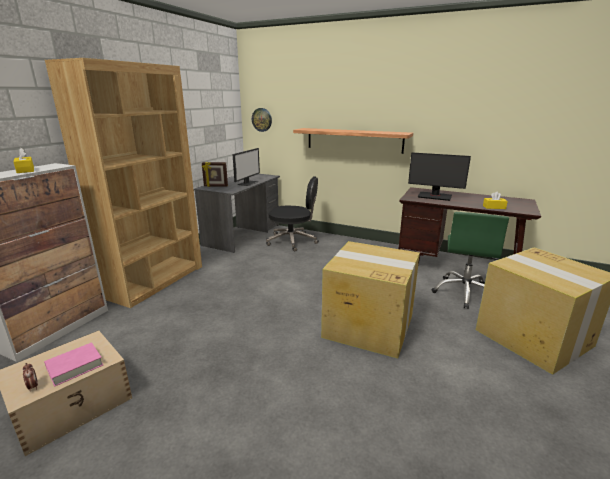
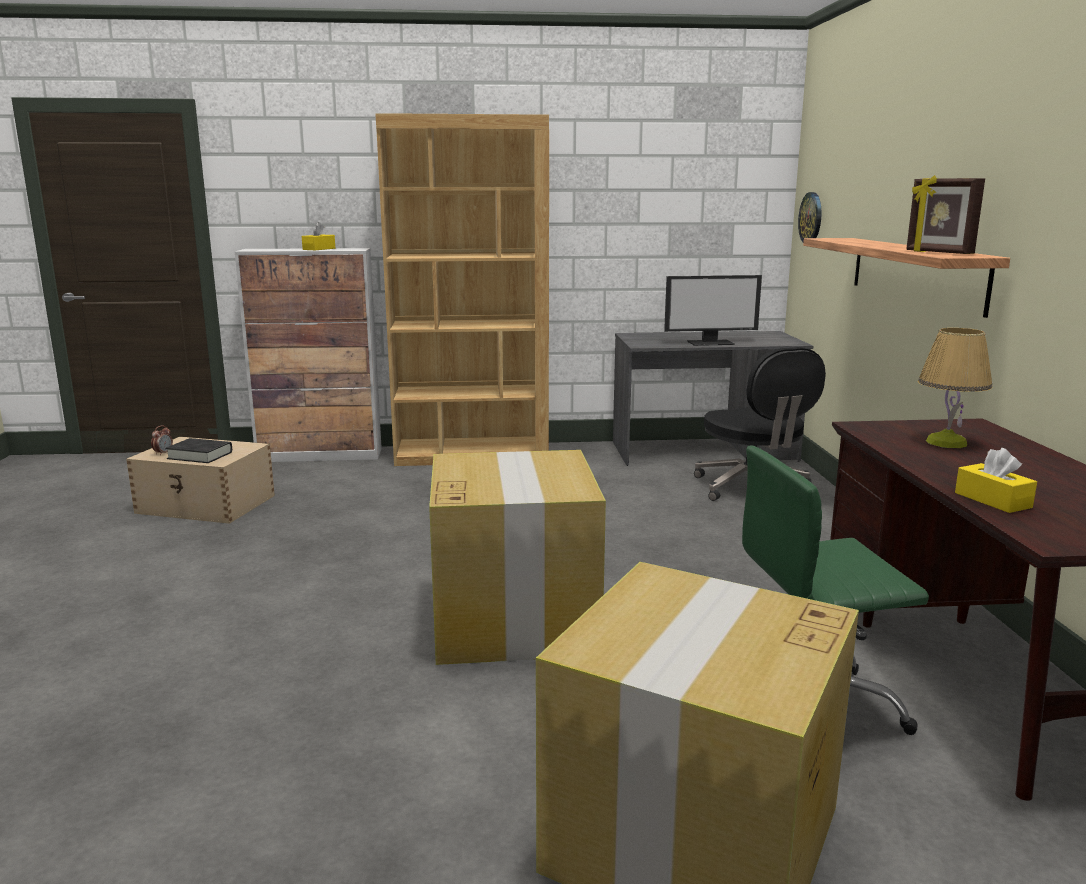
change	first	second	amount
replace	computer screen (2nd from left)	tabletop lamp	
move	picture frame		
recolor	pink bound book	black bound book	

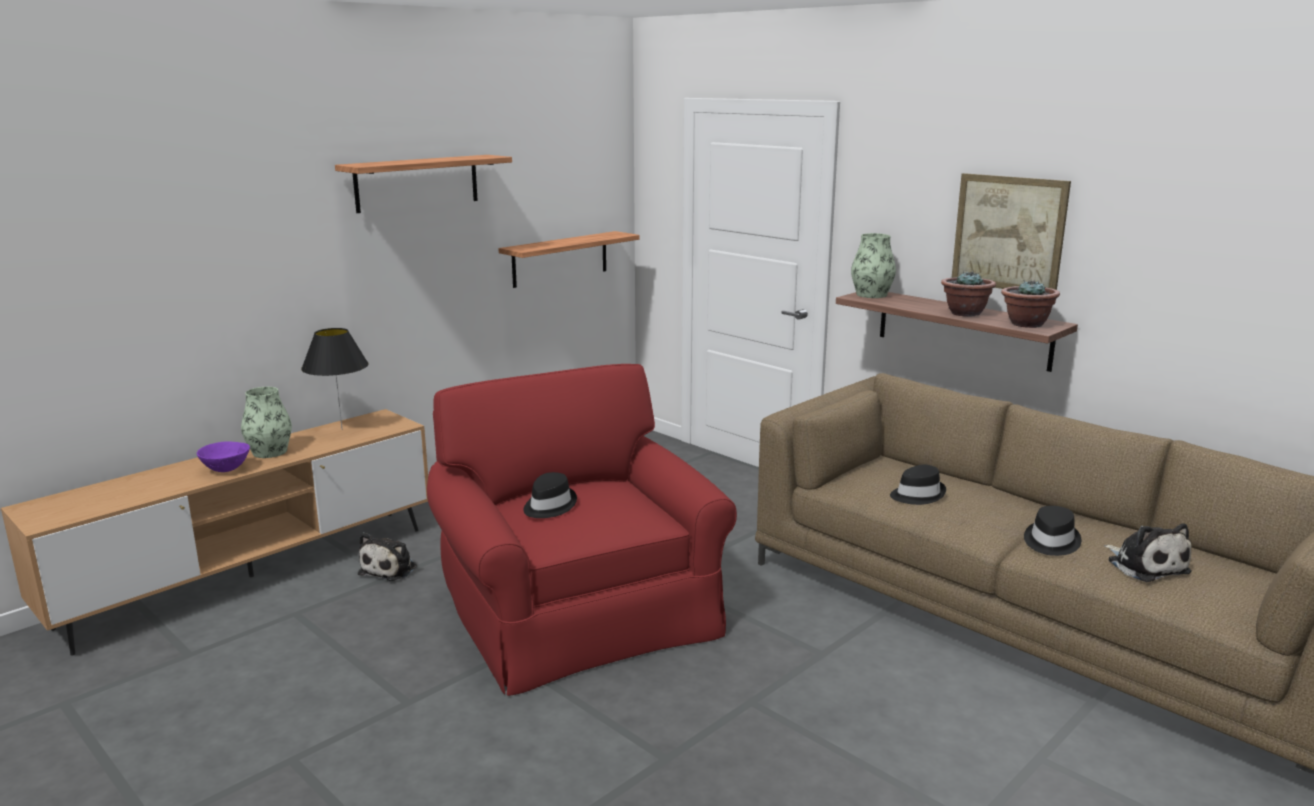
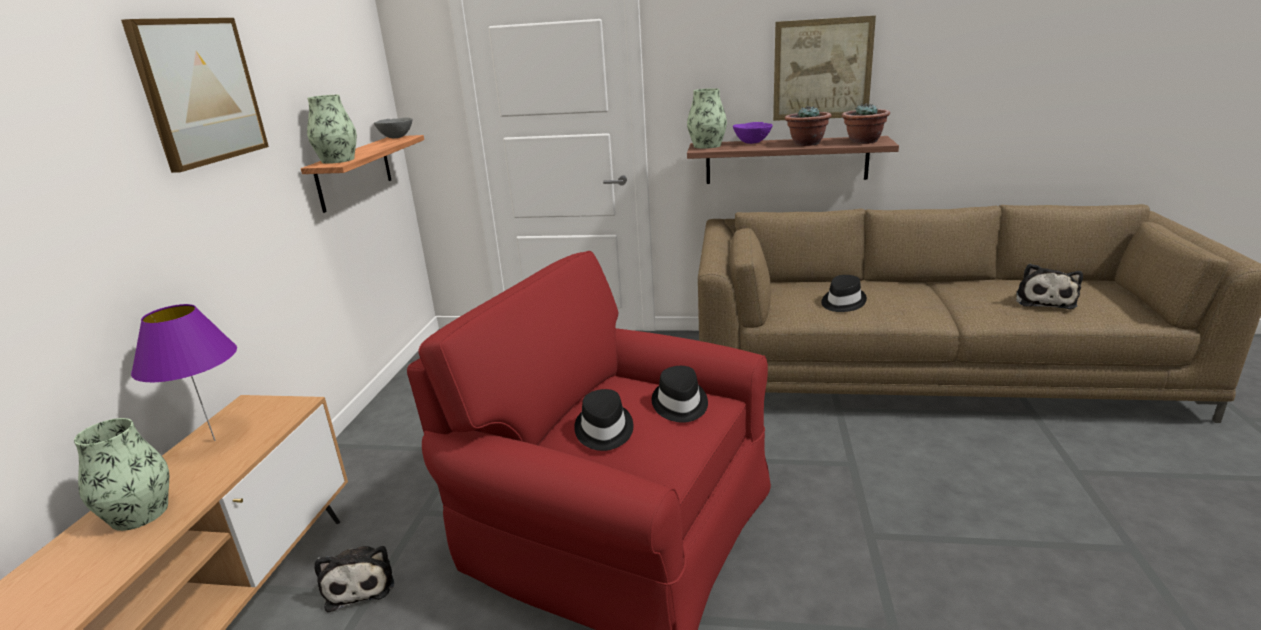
change	first	second	amount
replace	wall shelf (1st from left)	wall picture (1st from left)	
recolor	black tabletop lamp	purple tabletop lamp	
move	purple deep dish		
move	black clothing hat (3rd from left in the first image)	black clothing hat (2nd from left)	
rotate	soft toy (2nd from left)		75 degrees clockwise
insert		vase (2nd from left)	
insert		greyish deep dish	

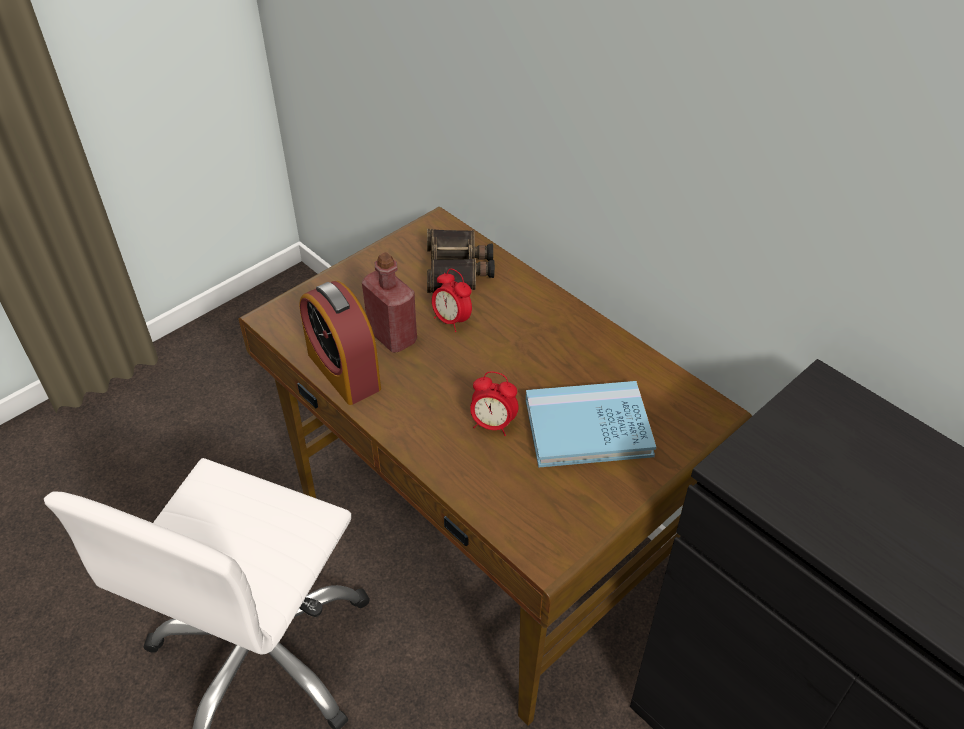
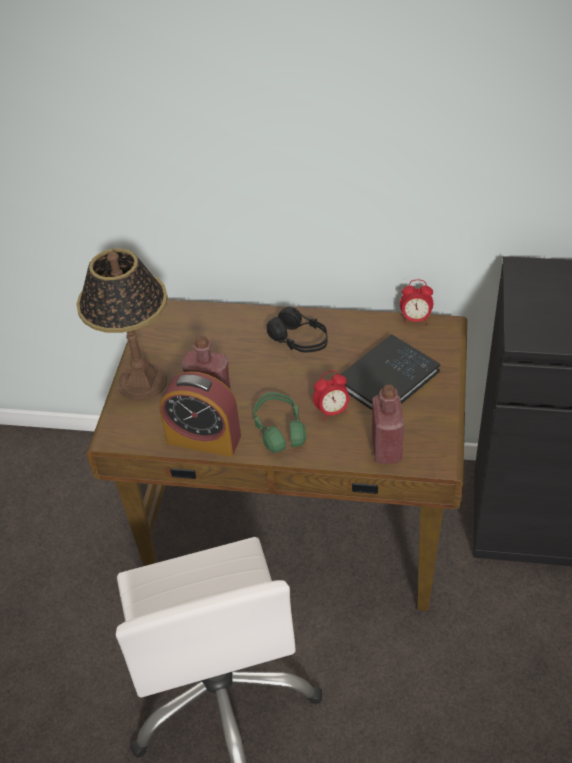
change	first	second	amount
delete	binoculars		
move	bedside clock (2nd from left in the first image)	bedside clock (3rd from left)	
recolor	blue bound book	black bound book	
insert		tabletop lamp	
insert		black headset	
insert		red-coloured bottle (2nd from left)	
insert		green-coloured headset	

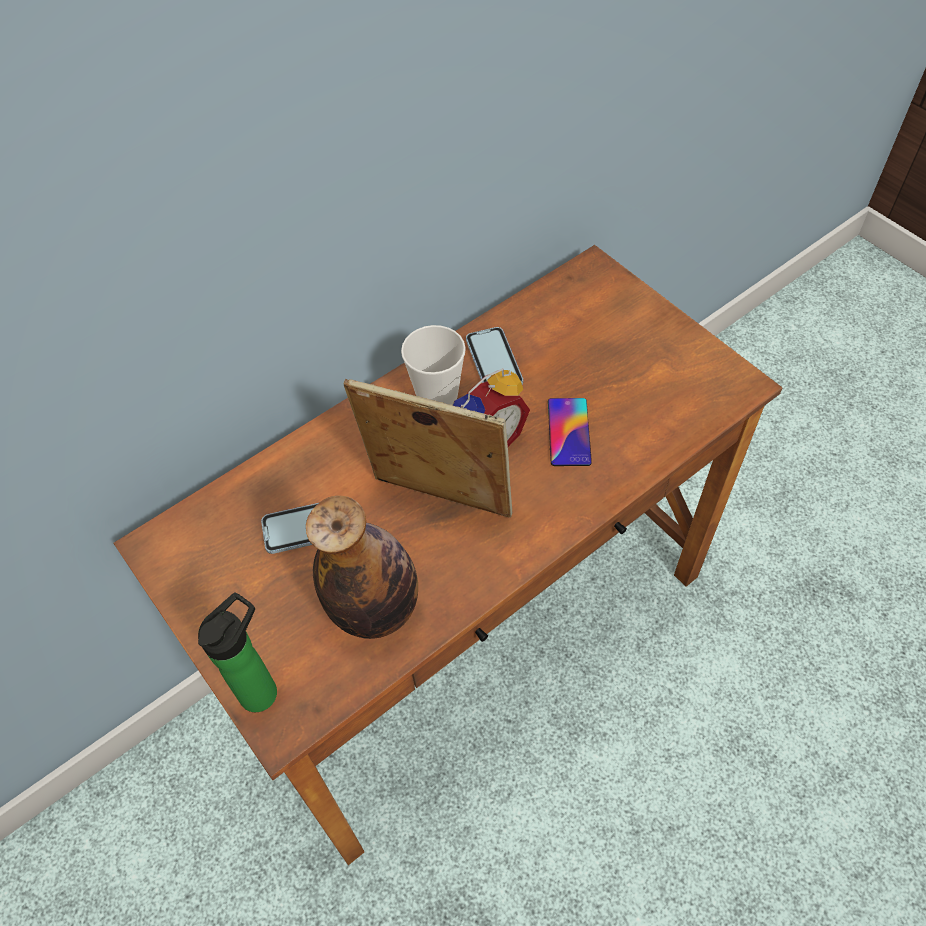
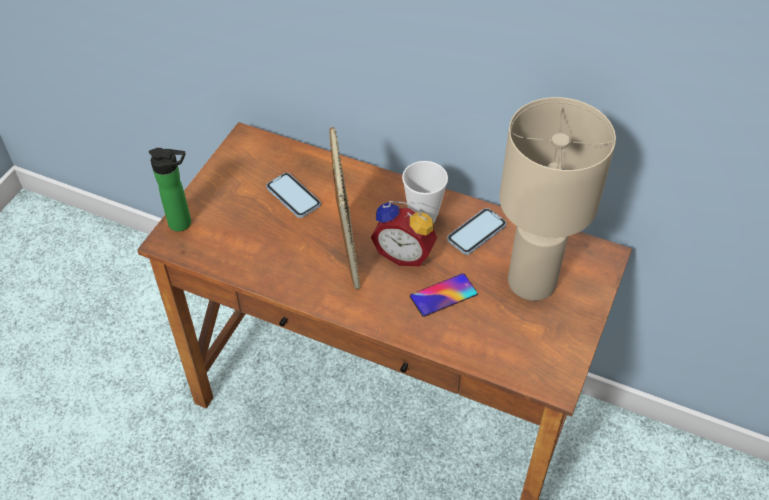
change	first	second	amount
delete	bottle (2nd from left)		
insert		sand-coloured tabletop lamp	

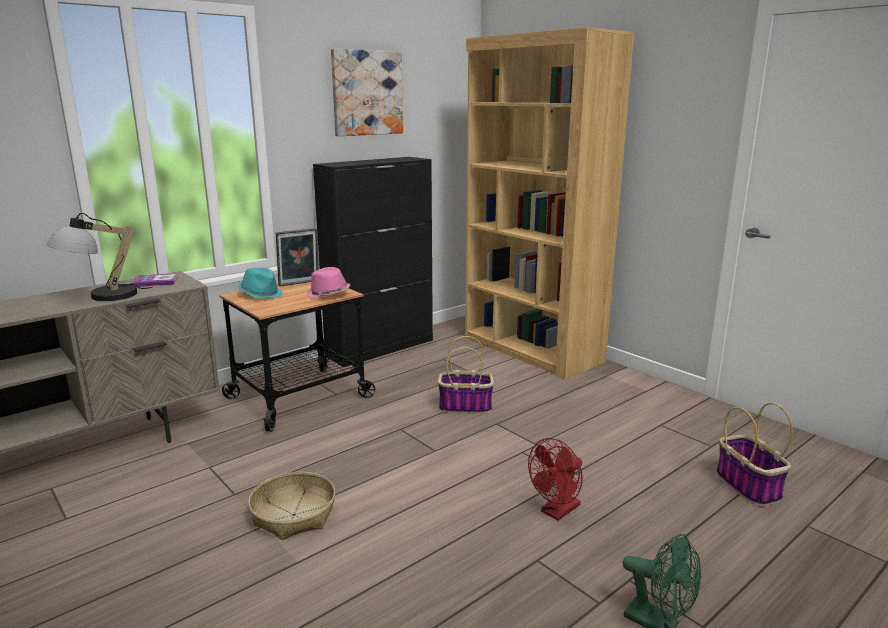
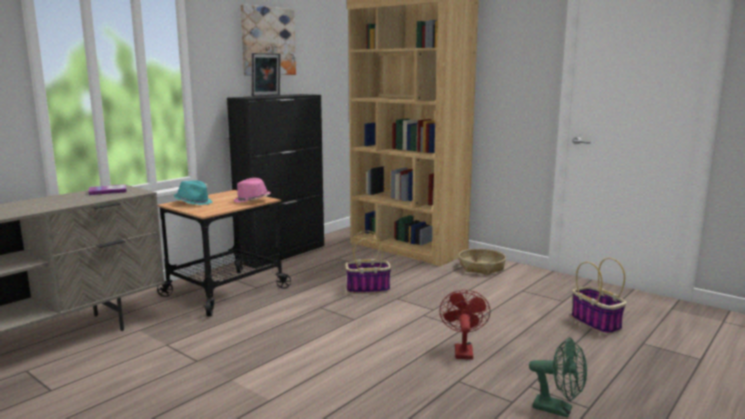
change	first	second	amount
delete	tabletop lamp		
move	picture frame		
rotate	red-coloured fan		150 degrees clockwise
move	basket (1st from left in the first image)	basket (2nd from left)	

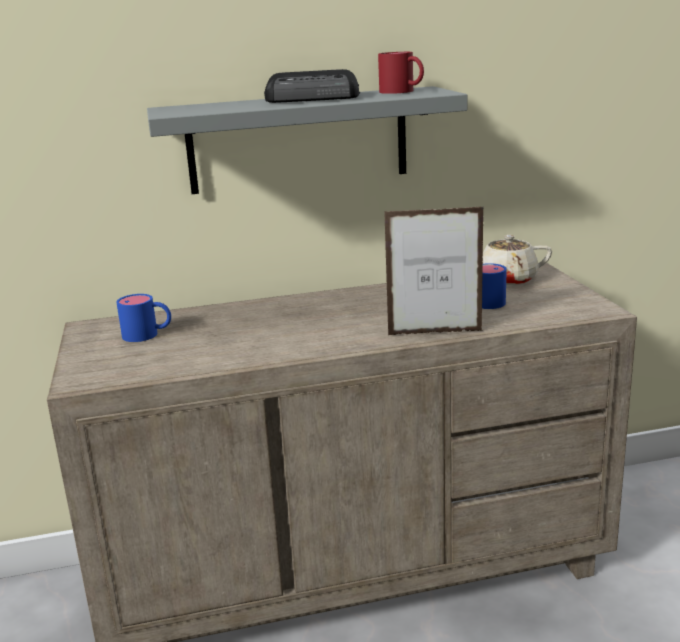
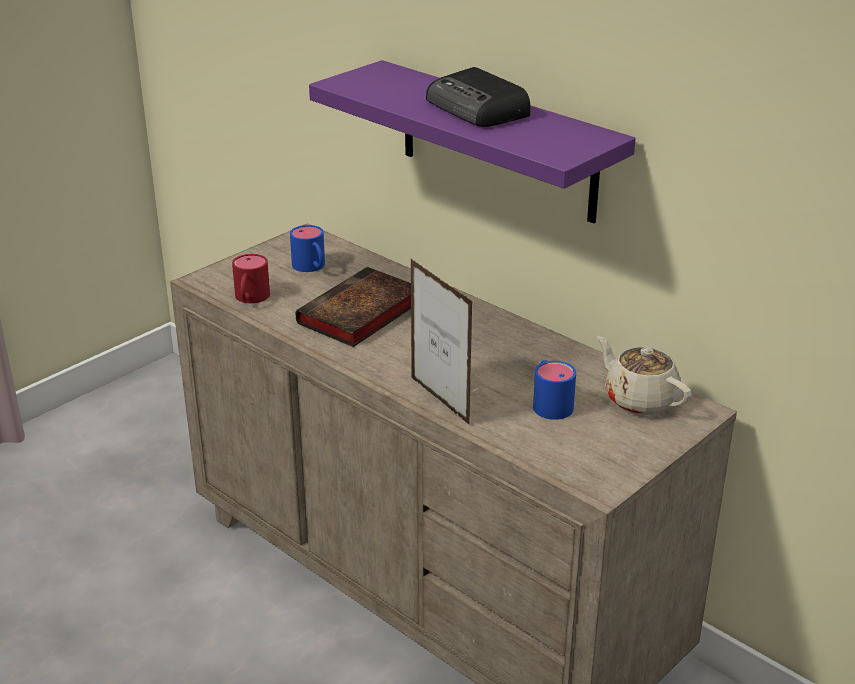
change	first	second	amount
move	red-coloured coffee mug		
recolor	greyish wall shelf	purple wall shelf	
insert		bound book	

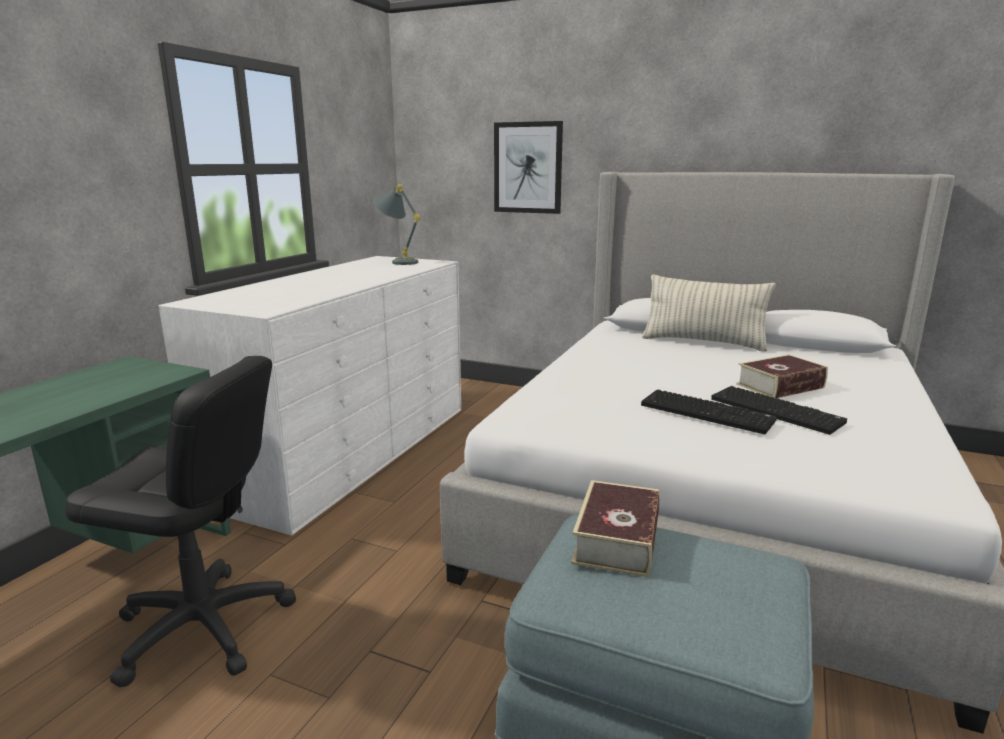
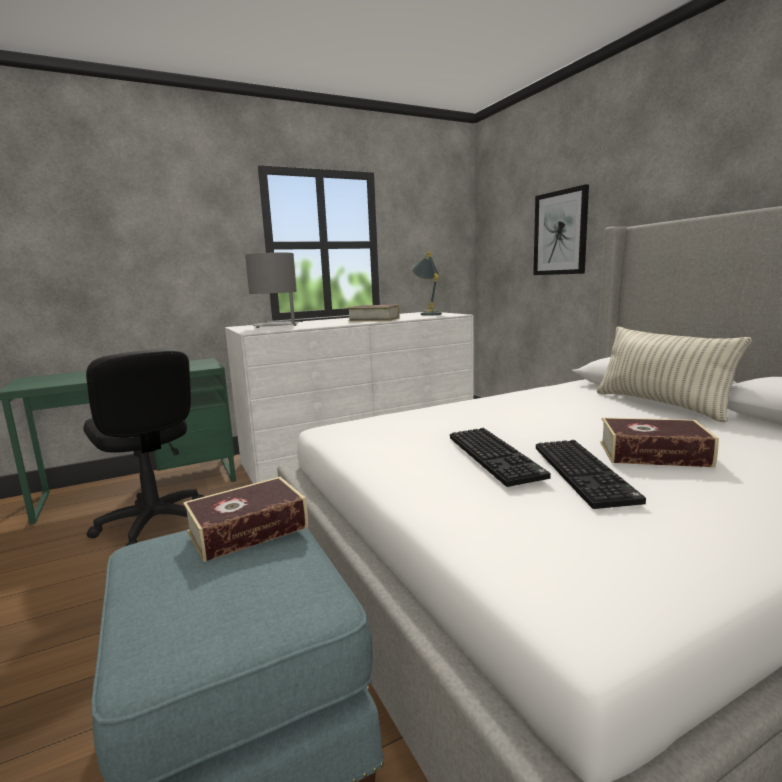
change	first	second	amount
insert		greyish tabletop lamp (1st from left)	
insert		bound book (2nd from left)	

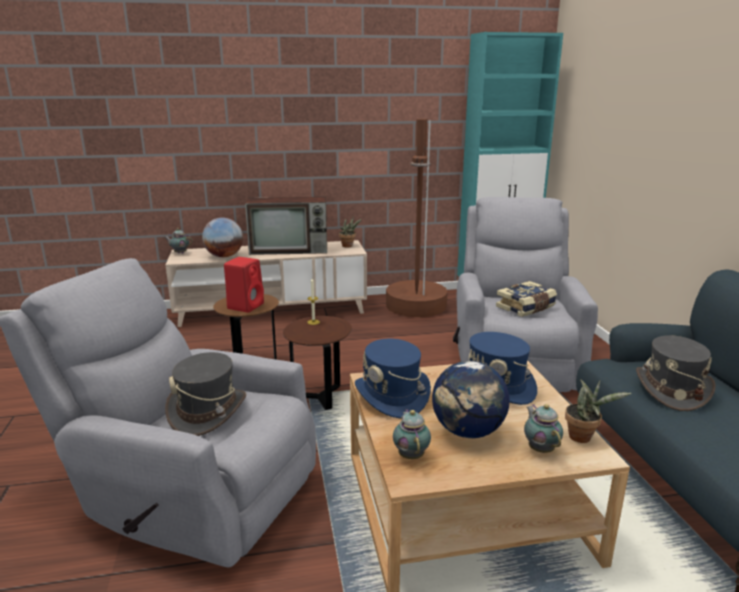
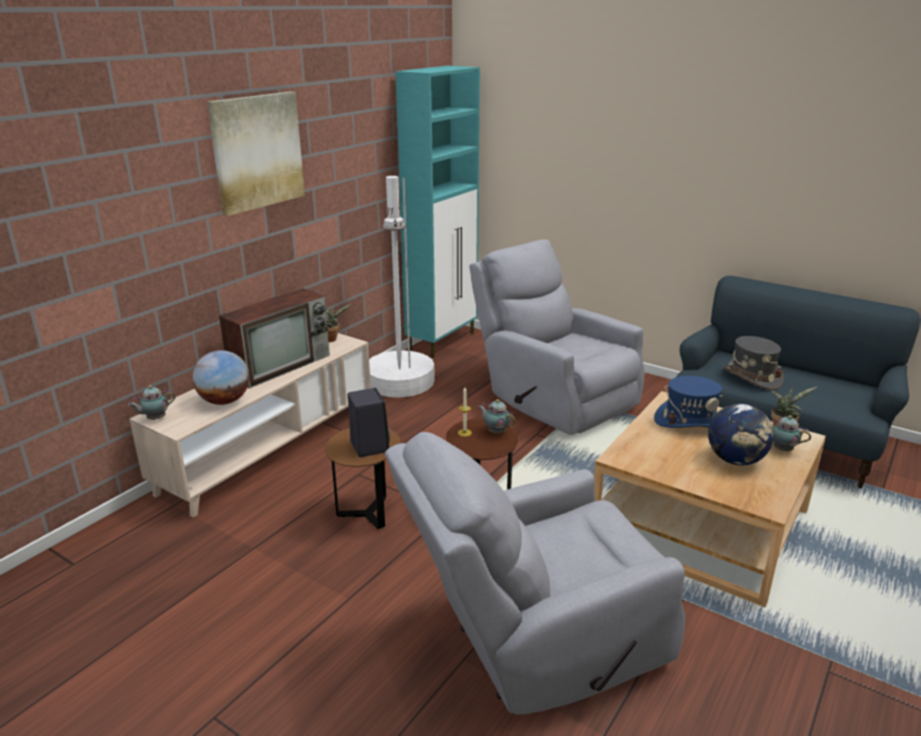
change	first	second	amount
recolor	brown-coloured standard lamp	white-coloured standard lamp	
recolor	red-coloured audio speaker	black audio speaker	
delete	bound book		
delete	blue clothing hat (1st from left)		
delete	greyish clothing hat (1st from left)		
move	tea pot (2nd from left)		
insert		wall picture	

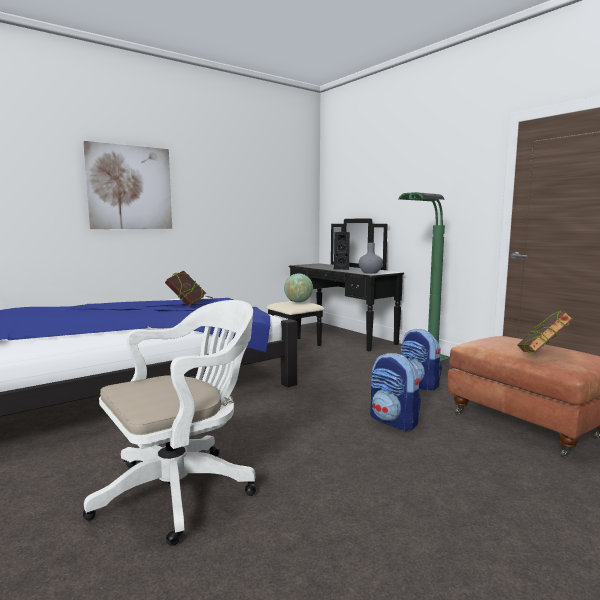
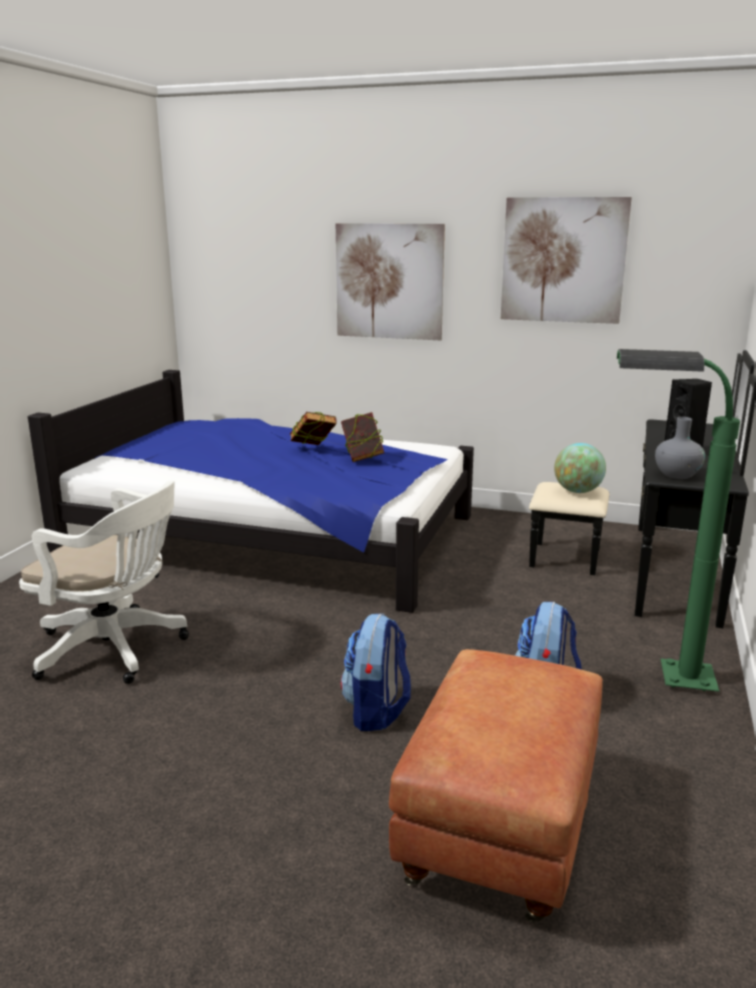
change	first	second	amount
move	bound book (2nd from left in the first image)	bound book (1st from left)	
insert		wall picture (2nd from left)	

